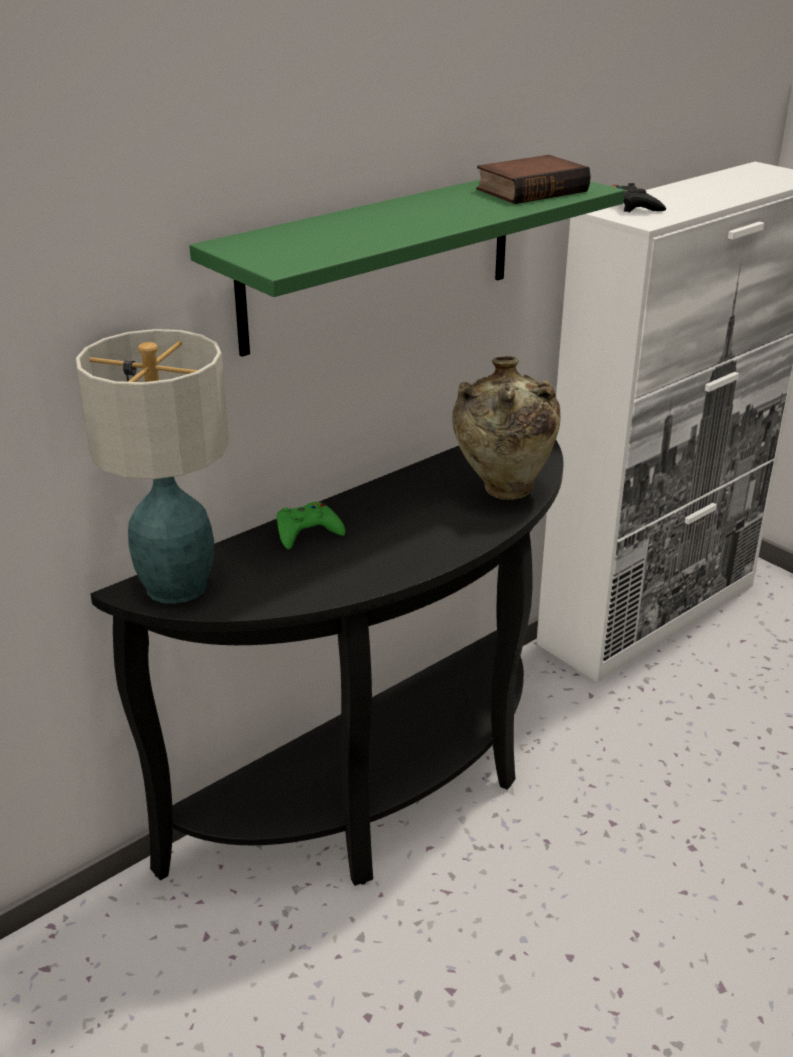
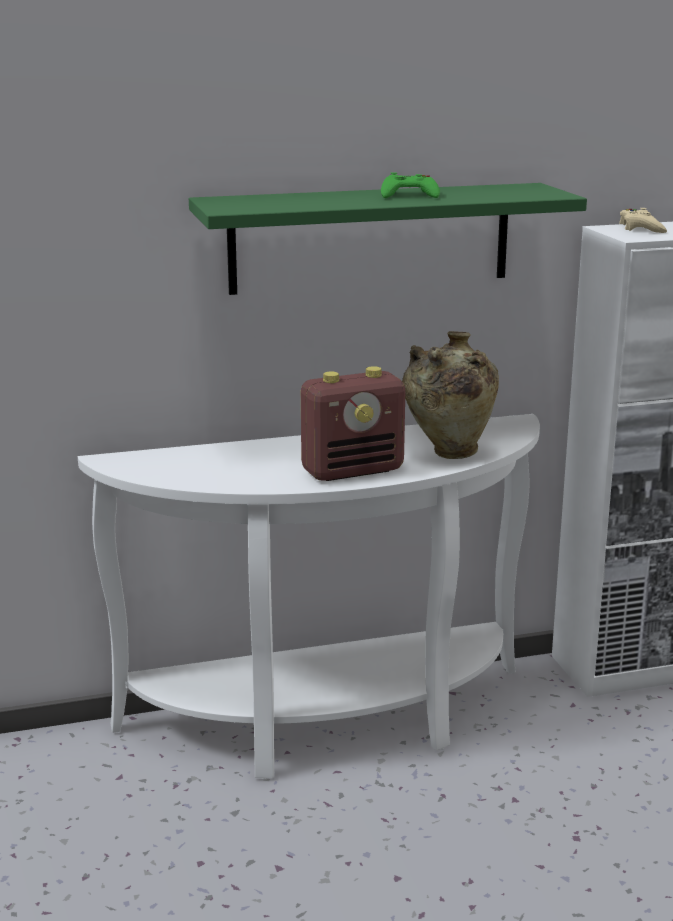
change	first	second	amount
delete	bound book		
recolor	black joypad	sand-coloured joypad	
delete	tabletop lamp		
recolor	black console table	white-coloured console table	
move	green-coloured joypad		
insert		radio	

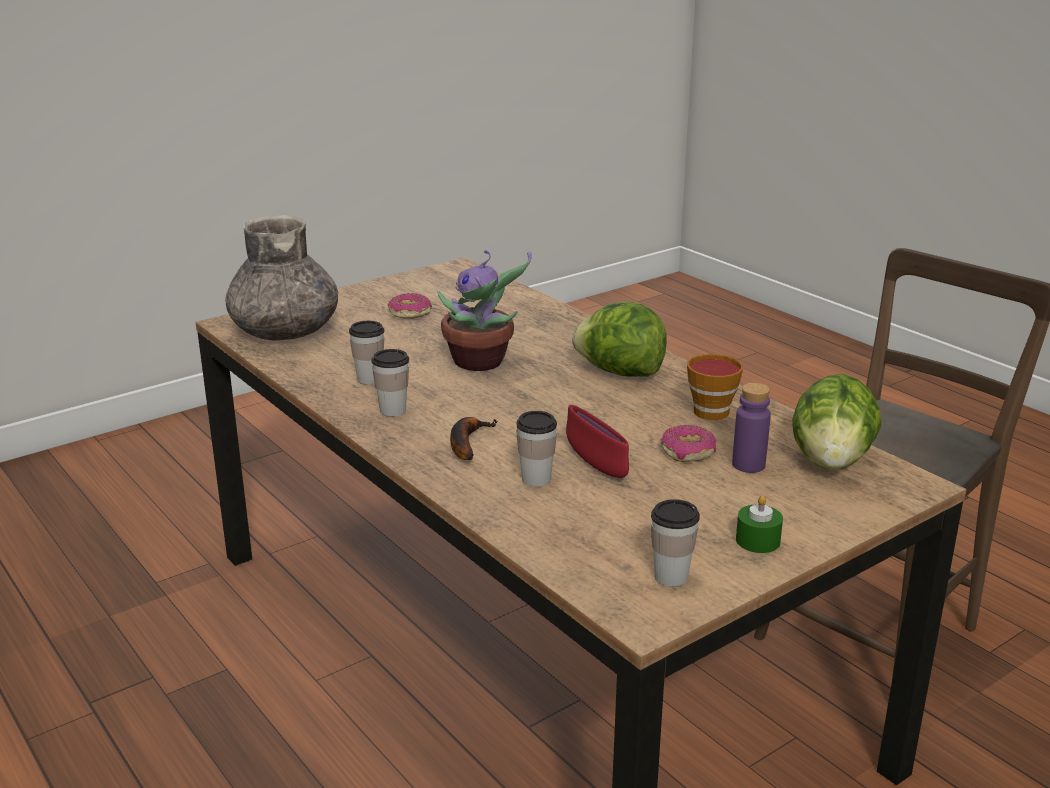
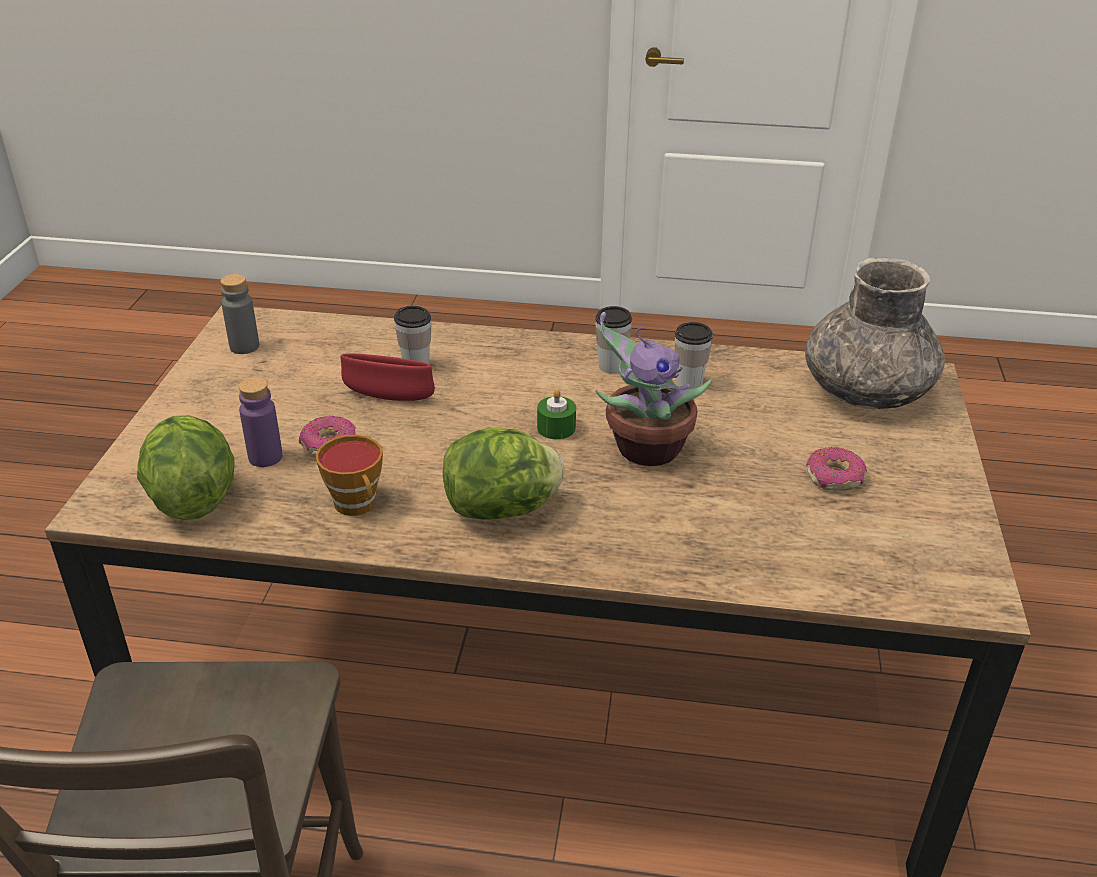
change	first	second	amount
delete	banana		
move	green-coloured candle		
replace	drinking cup (4th from left)	greyish bottle	

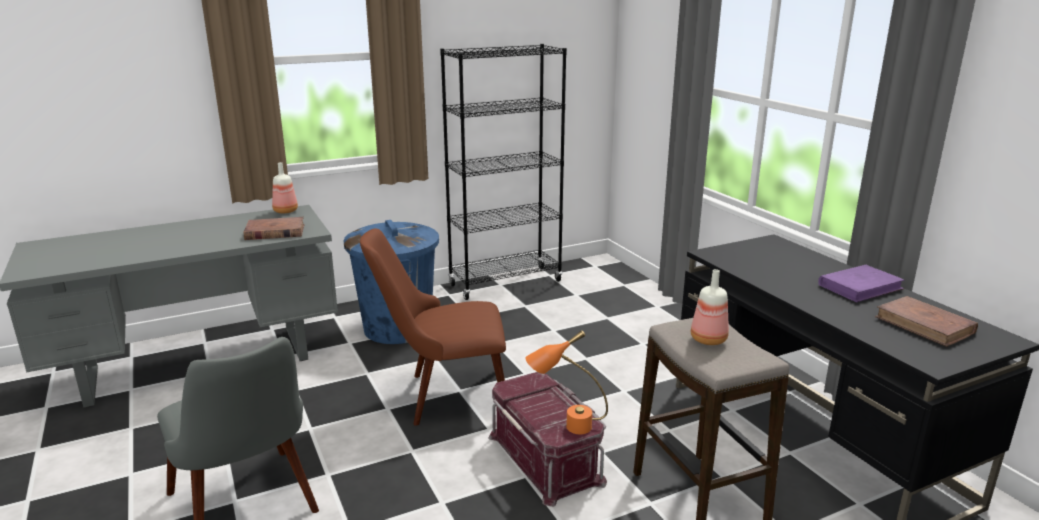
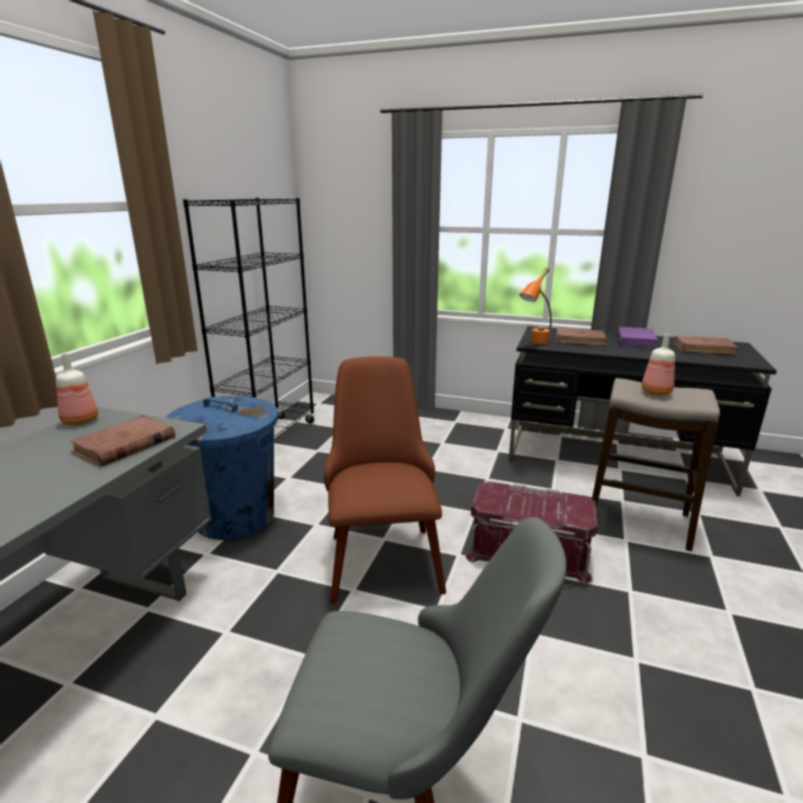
change	first	second	amount
rotate	brown-coloured plain chair		135 degrees clockwise
move	orangey tabletop lamp		
insert		brown-coloured bound book (2nd from left)	

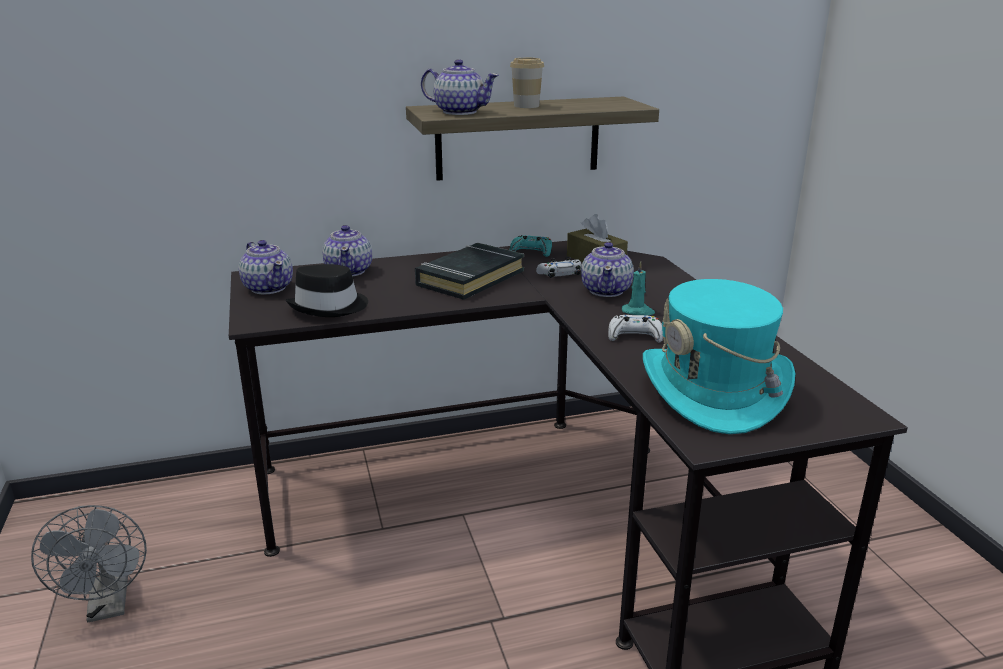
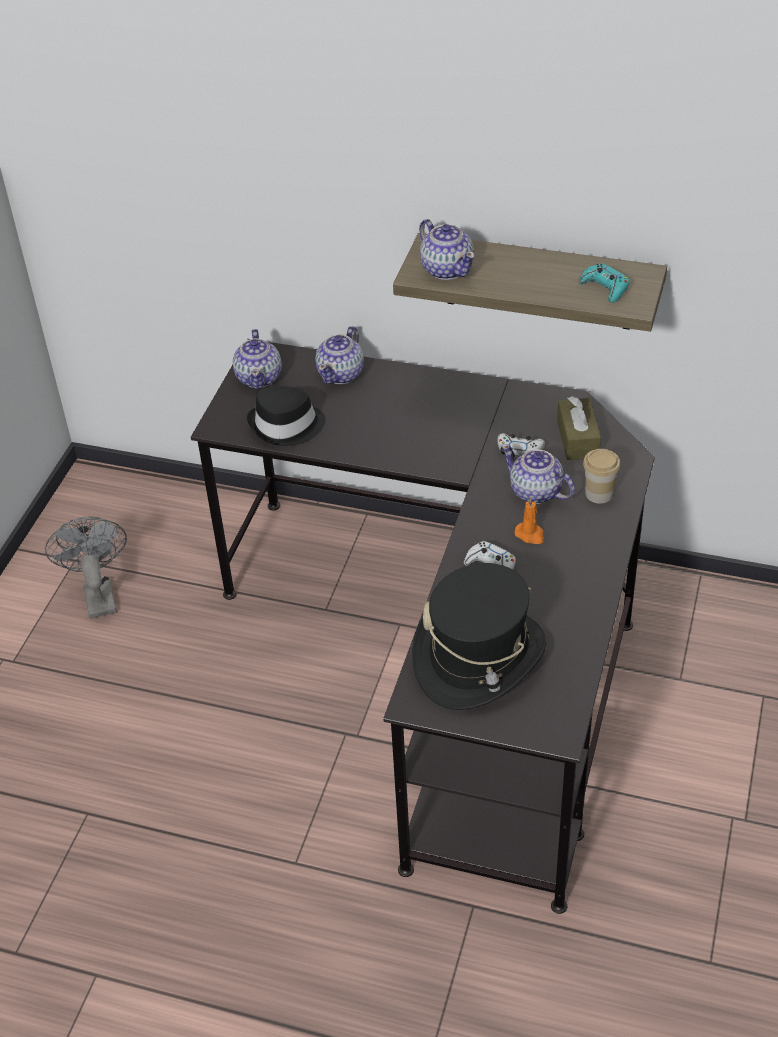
change	first	second	amount
move	drinking cup		
move	turquoise-coloured joypad		
rotate	tea pot (4th from left)		90 degrees clockwise
delete	black bound book		
recolor	turquoise-coloured candle	orangey candle	
recolor	turquoise-coloured clothing hat	black clothing hat (2nd from left)	
rotate	greyish fan		150 degrees clockwise

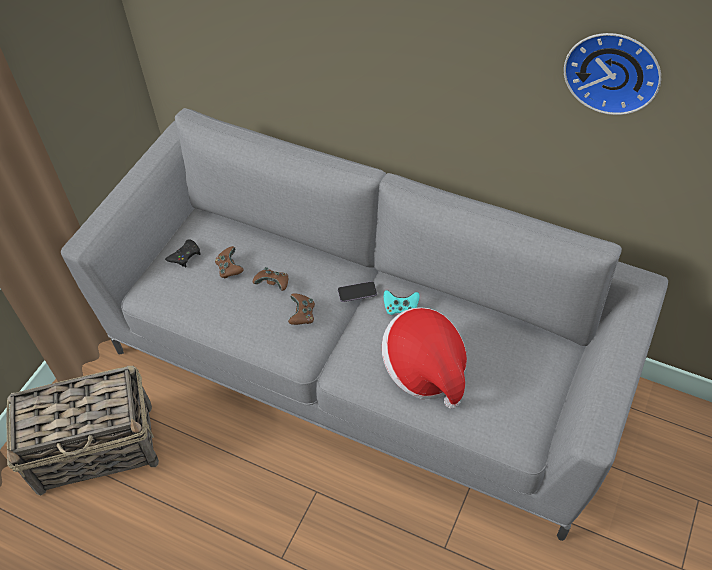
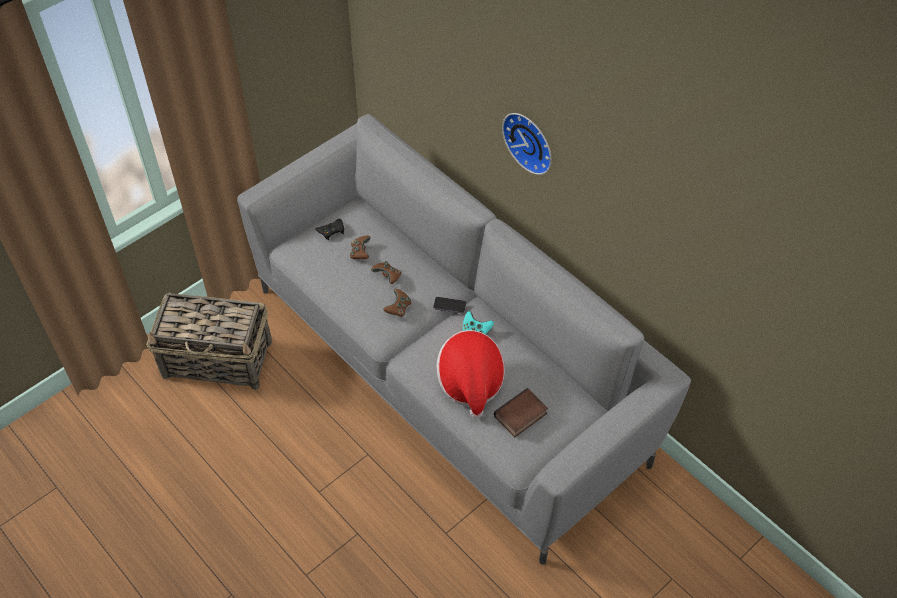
change	first	second	amount
move	wall clock		
insert		bound book	

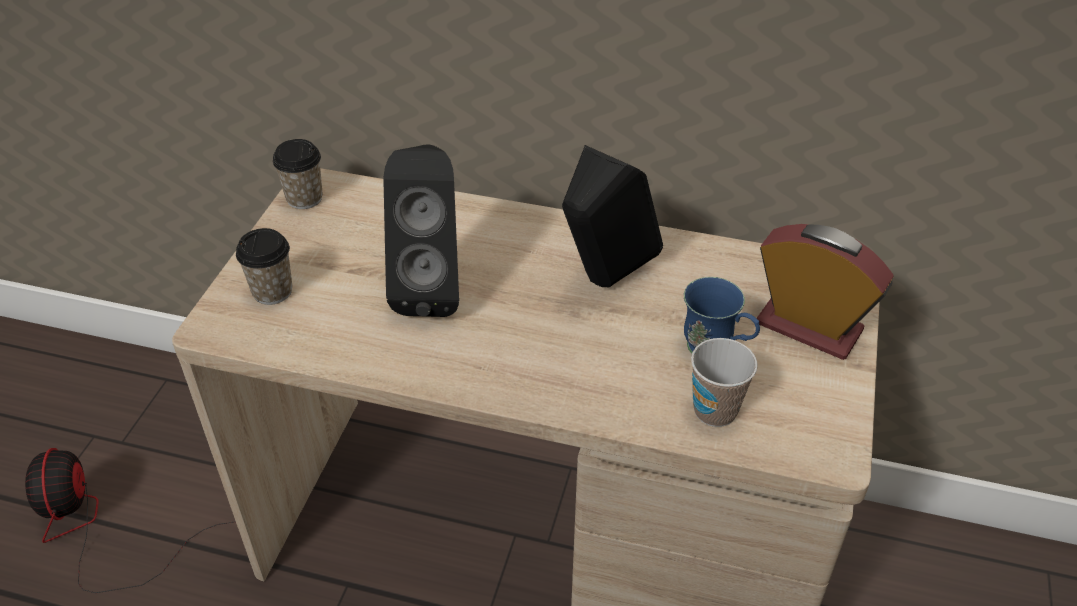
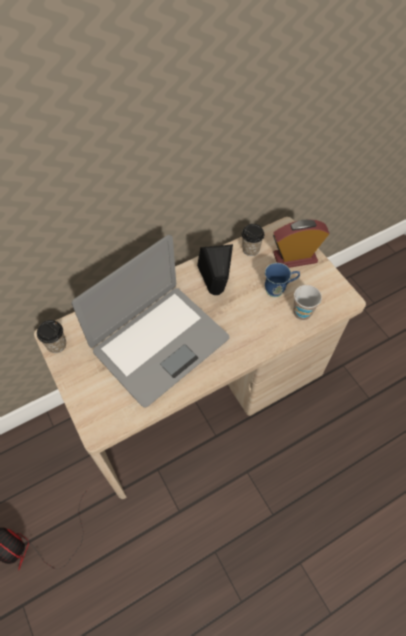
change	first	second	amount
replace	black audio speaker (1st from left)	notebook computer	
move	drinking cup (1st from left in the first image)	drinking cup (2nd from left)	

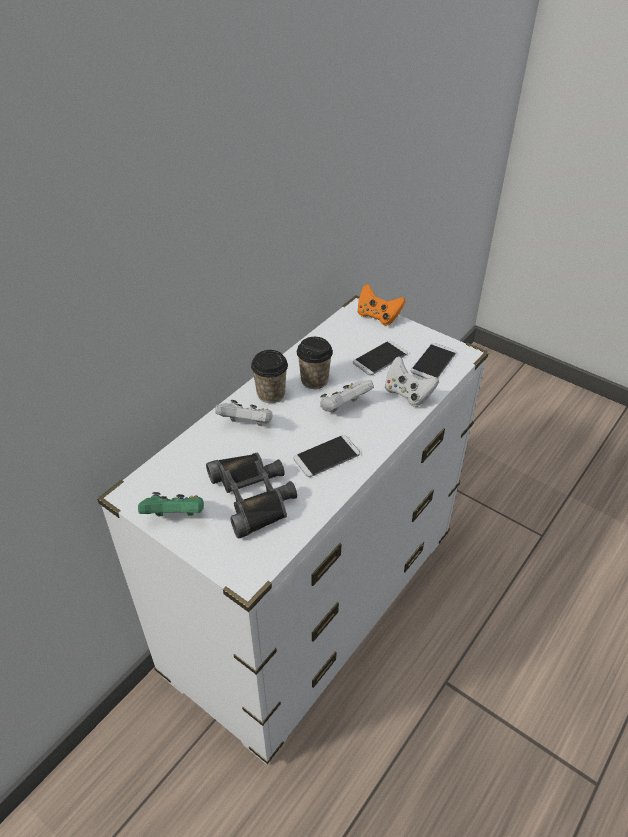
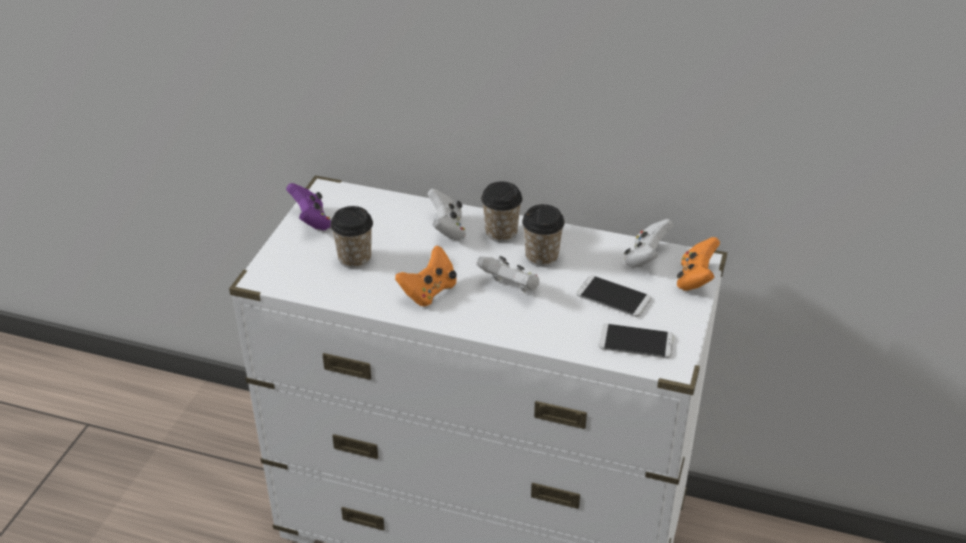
change	first	second	amount
move	white-coloured joypad (3rd from left)		
replace	phone (1st from left)	orangey joypad (1st from left)	
replace	black binoculars	drinking cup (1st from left)	
recolor	green-coloured joypad	purple joypad	

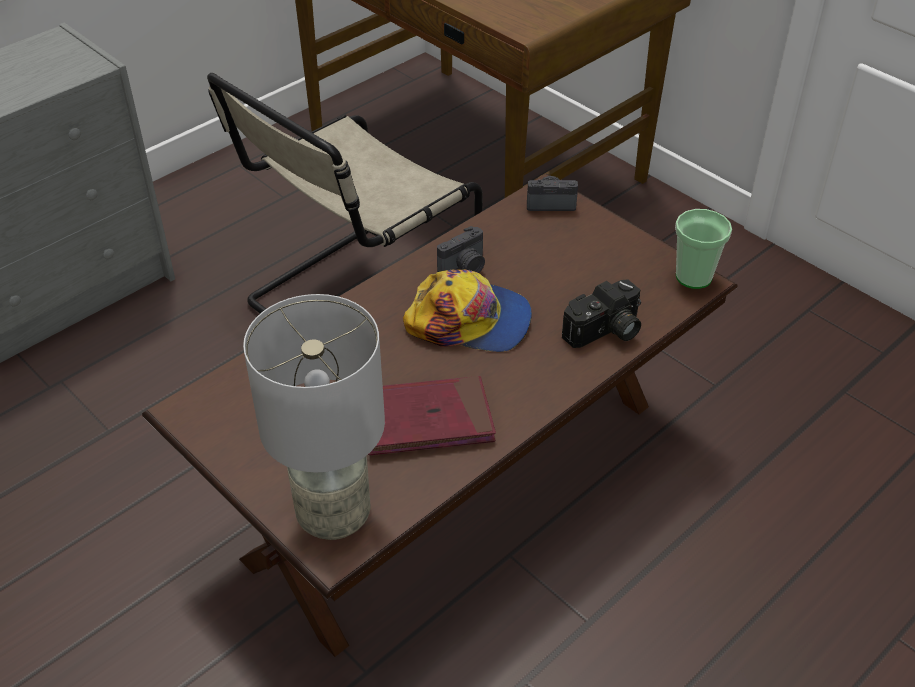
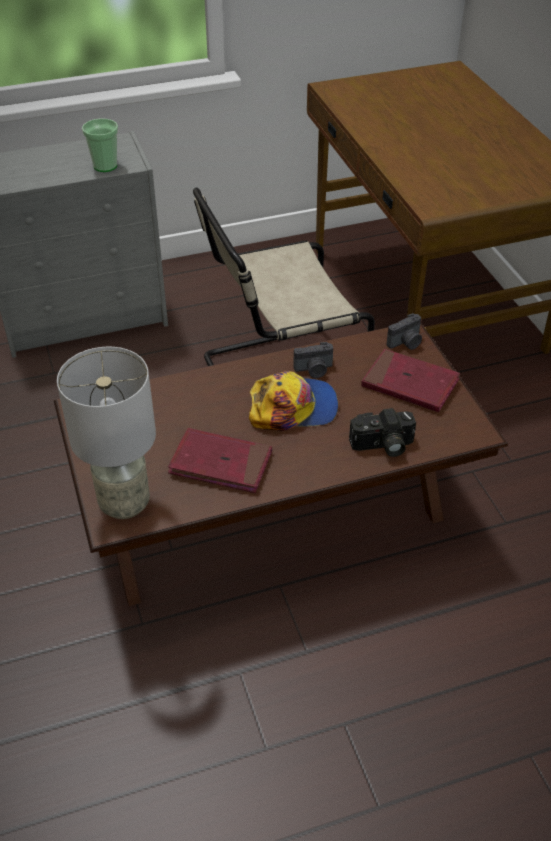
change	first	second	amount
rotate	photo camera (2nd from left in the first image)	photo camera (3rd from left)	120 degrees clockwise
move	drinking cup		
rotate	peaked cap		45 degrees counterclockwise
insert		red-coloured bound book (2nd from left)	

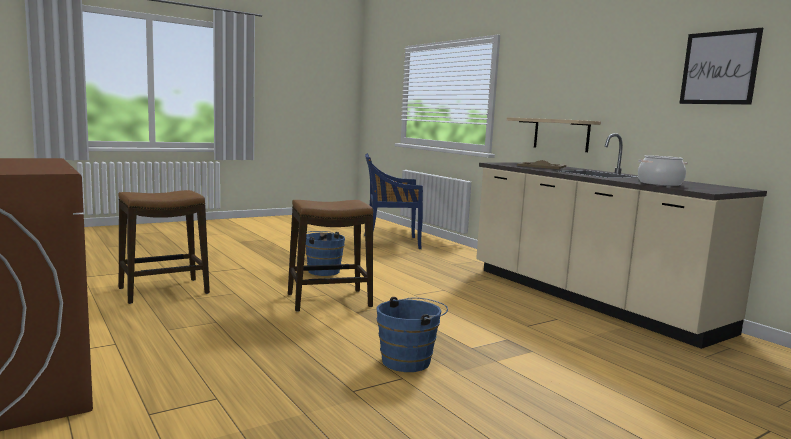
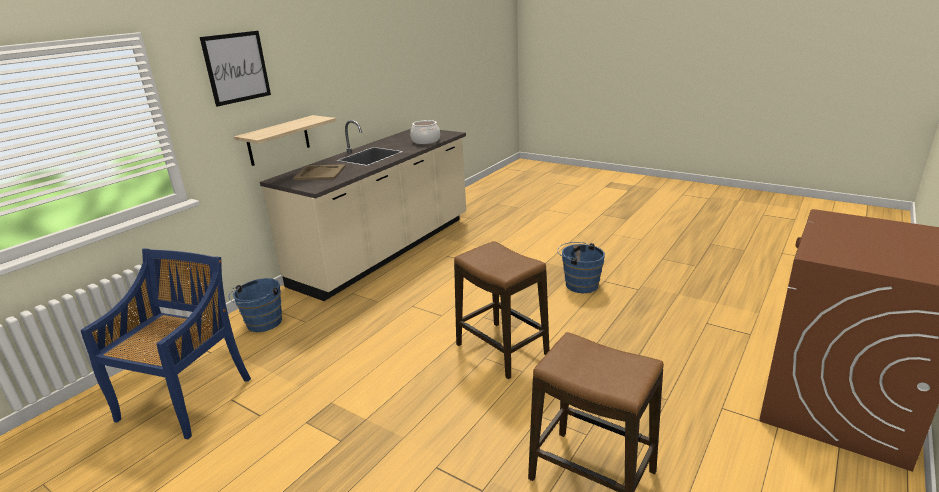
change	first	second	amount
move	wall picture		
rotate	blue plain chair		135 degrees counterclockwise
move	blue pail (1st from left)		

